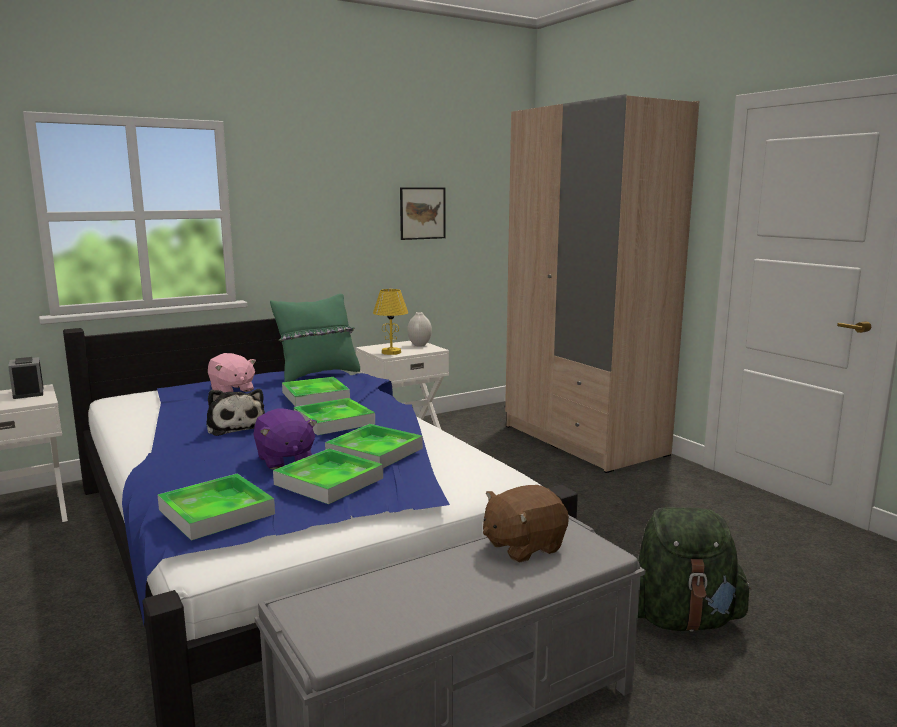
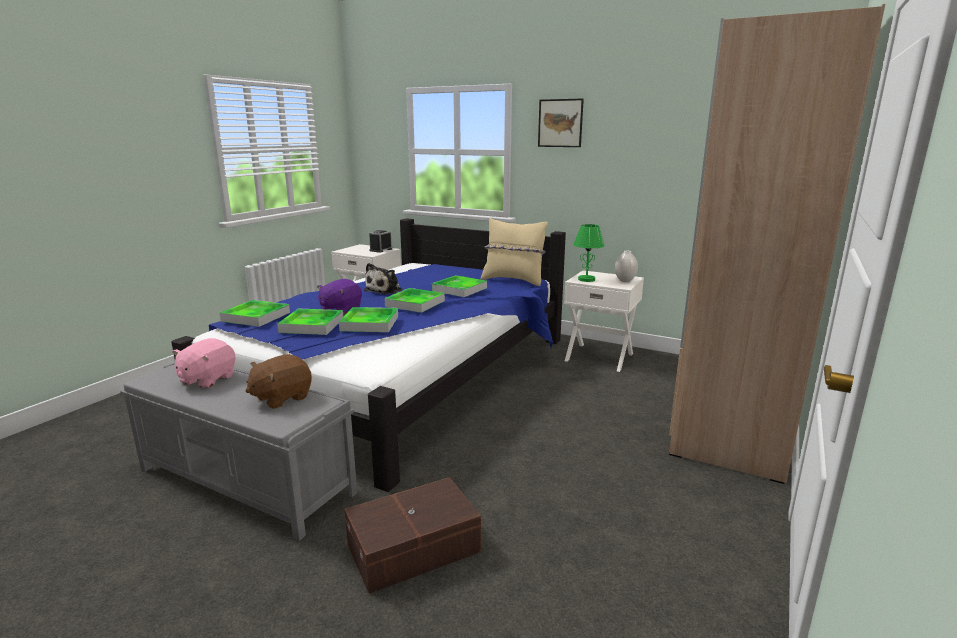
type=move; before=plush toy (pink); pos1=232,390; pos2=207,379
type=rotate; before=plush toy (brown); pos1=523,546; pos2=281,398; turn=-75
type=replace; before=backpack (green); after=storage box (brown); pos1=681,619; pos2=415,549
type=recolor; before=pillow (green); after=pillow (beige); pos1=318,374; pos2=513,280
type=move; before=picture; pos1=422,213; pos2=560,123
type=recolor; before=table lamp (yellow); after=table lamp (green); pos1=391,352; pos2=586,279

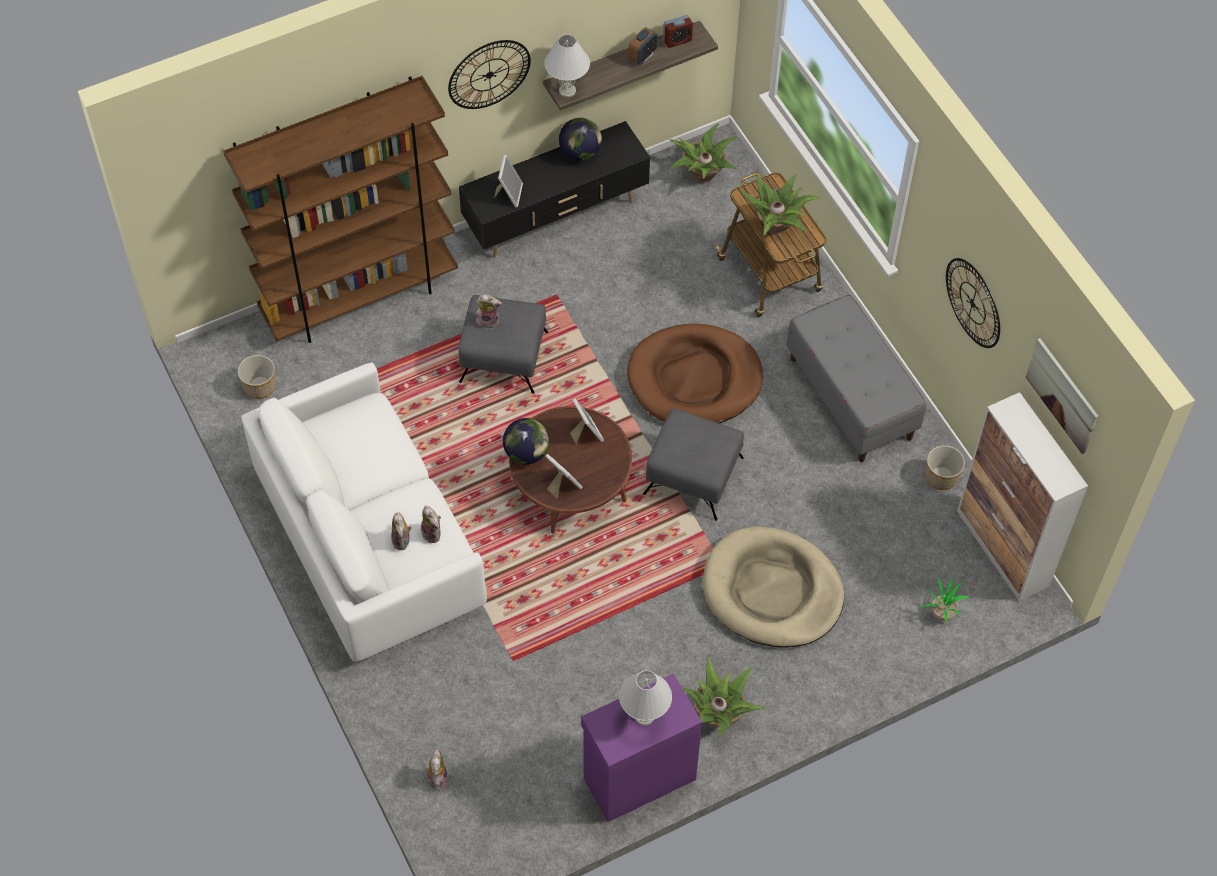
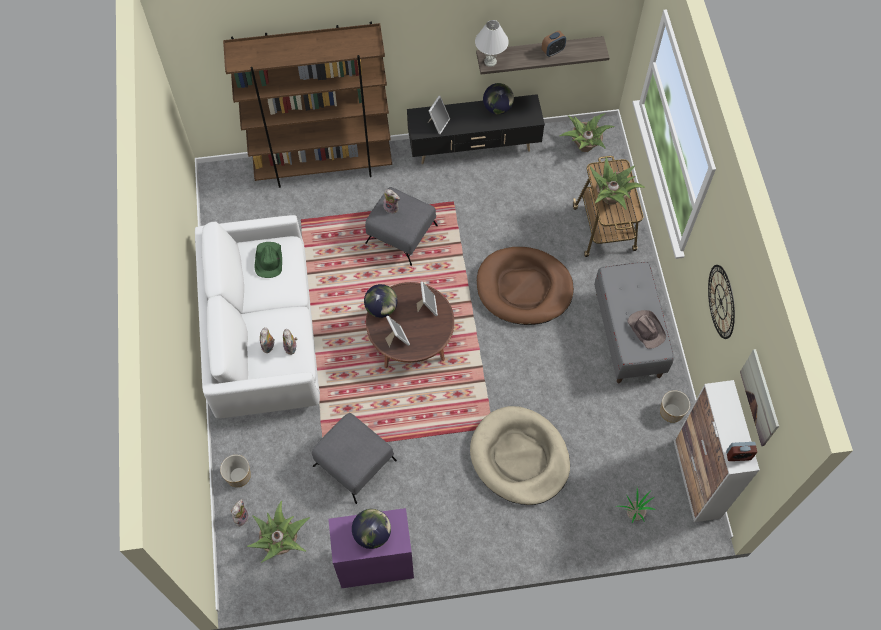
type=move; before=planter; pos1=259,386; pos2=238,475
type=move; before=potted plant; pos1=718,715; pos2=281,541
type=insert; after=hat (green); pos2=269,260
type=move; before=ottoman (grey); pos1=692,475; pos2=354,462
type=replace; before=table lamp (white); after=globe; pos1=644,716; pos2=372,533
type=insert; after=hat (brown); pos2=646,329
type=move; before=alarm clock; pos1=677,40; pos2=738,455
type=delete; before=wall clock; pos1=489,74

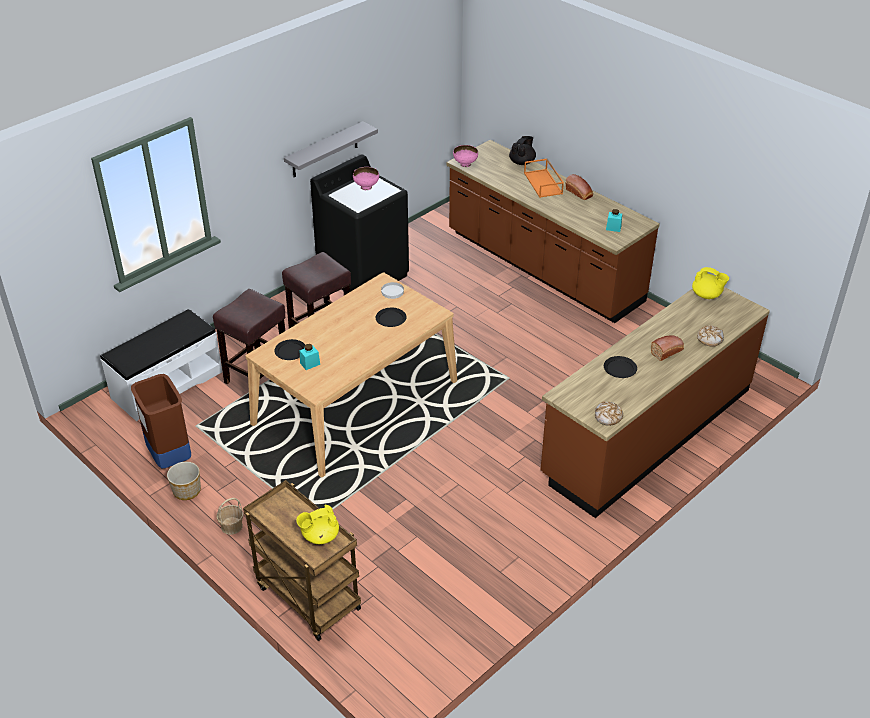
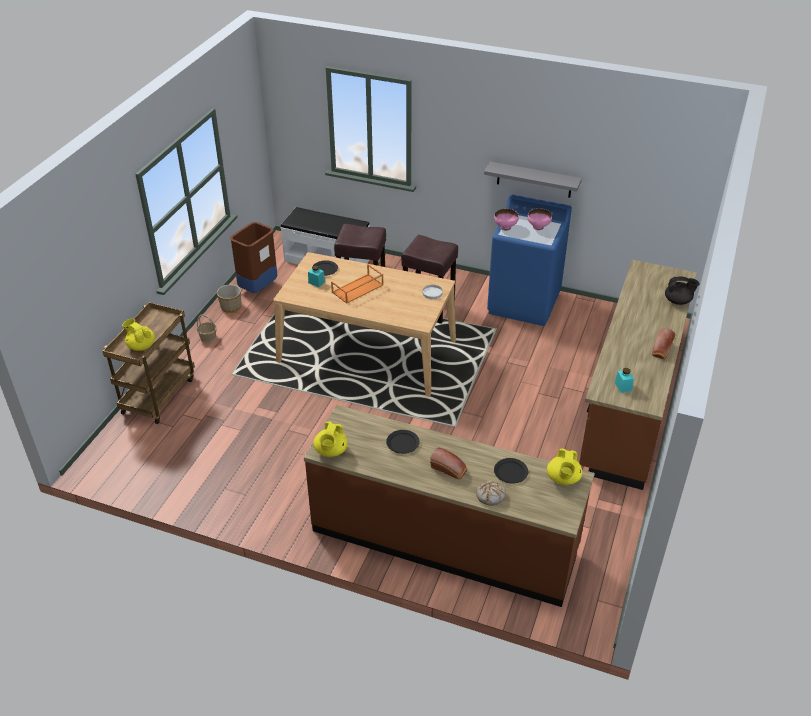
type=replace; before=bread; after=teapot (yellow); pos1=608,417; pos2=330,451
type=move; before=tray (orange); pos1=543,183; pos2=357,289
type=recolor; before=washing machine (black); after=washing machine (blue); pos1=364,274; pos2=524,303
type=move; before=bowl (pink); pos1=465,164; pos2=505,227
type=move; before=plate (black); pos1=391,318; pos2=511,472

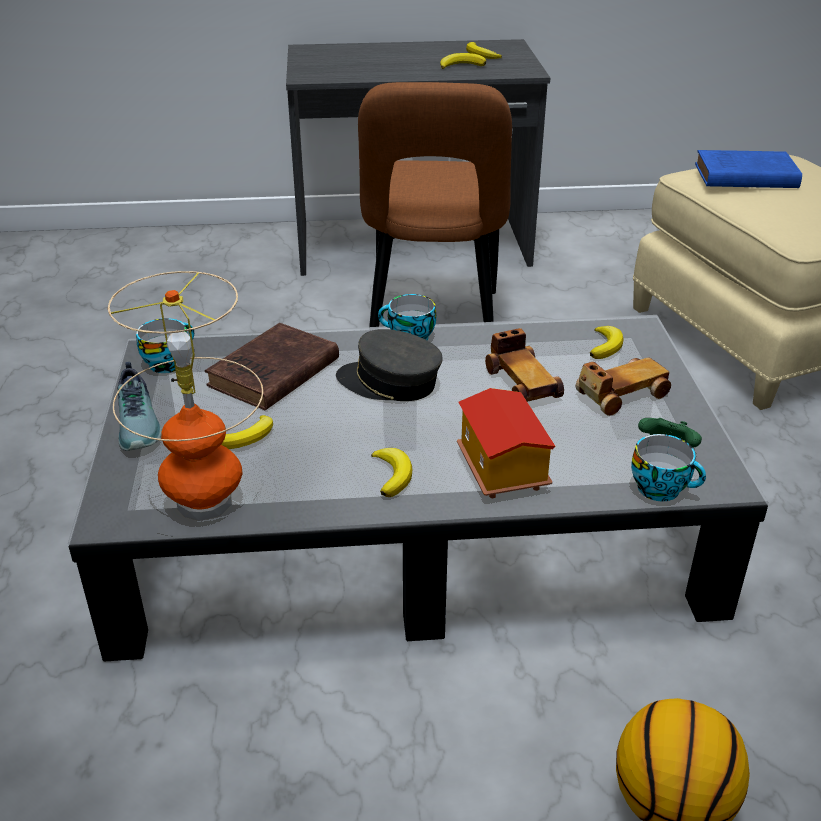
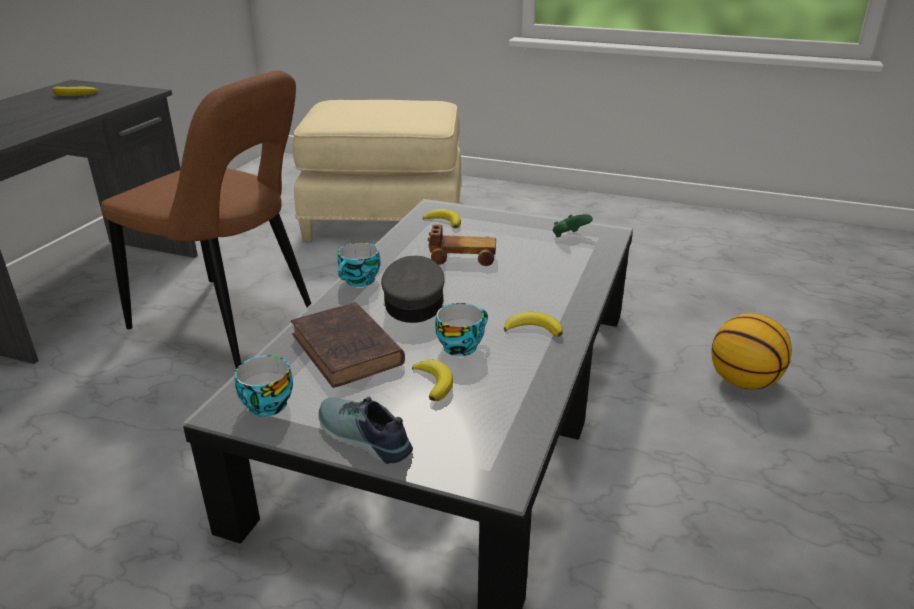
type=rotate; before=shoe; pos1=140,424; pos2=362,438; turn=-150
type=rotate; before=cap (grey); pos1=389,382; pos2=414,303; turn=135
type=move; before=cup; pos1=662,488; pos2=461,345
type=delete; before=table lamp; pos1=203,502
type=delete; before=banana; pos1=461,65
type=delete; before=toy house; pos1=500,470
type=delete; before=toy car; pos1=620,395
type=delete; before=book (blue); pos1=742,176

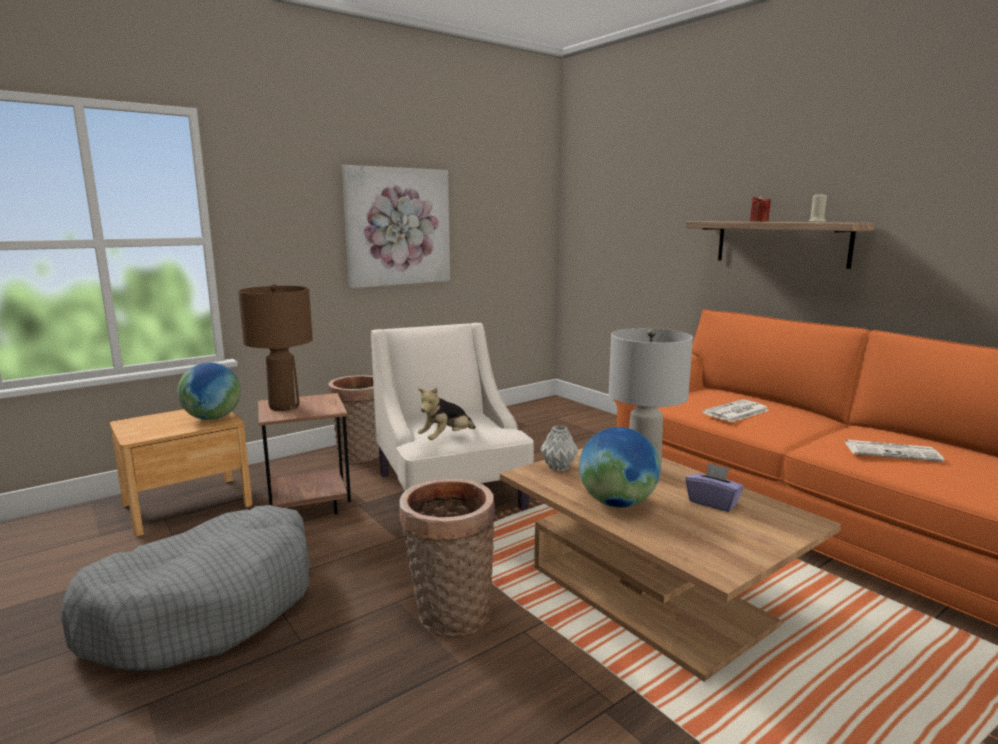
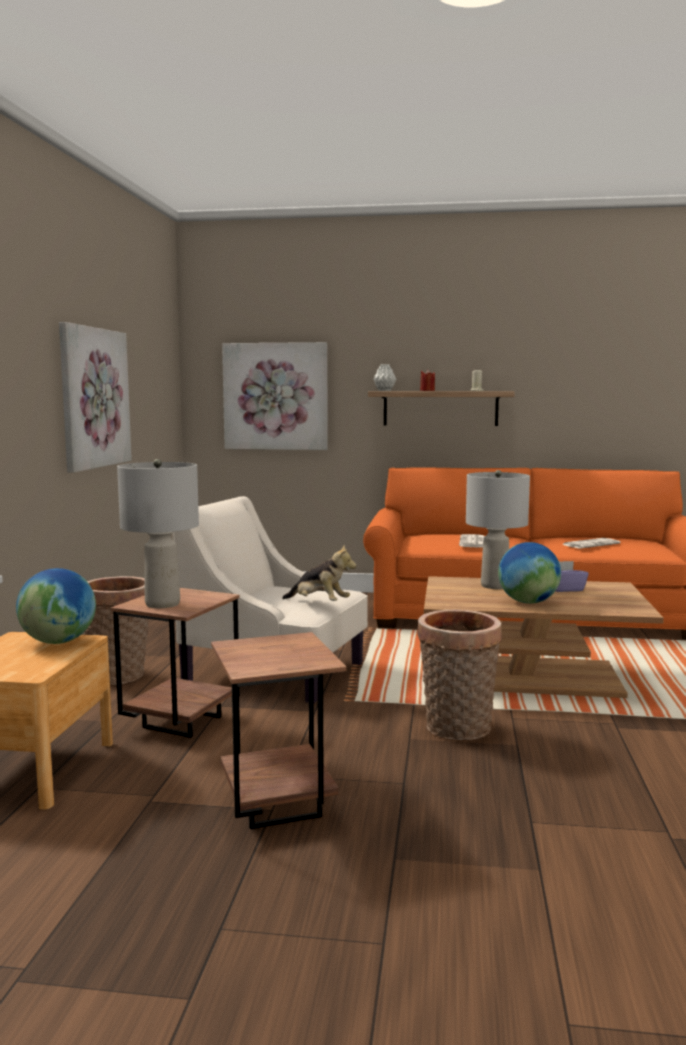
type=recolor; before=table lamp (brown); after=table lamp (grey); pos1=283,406; pos2=162,604
type=replace; before=dog bed (grey); after=side table (brown); pos1=206,606; pos2=280,805
type=insert; after=picture; pos2=275,396
type=rotate; before=plush toy; pos1=446,438; pos2=319,603; turn=-60
type=move; before=vase (grey); pos1=559,468; pos2=385,391

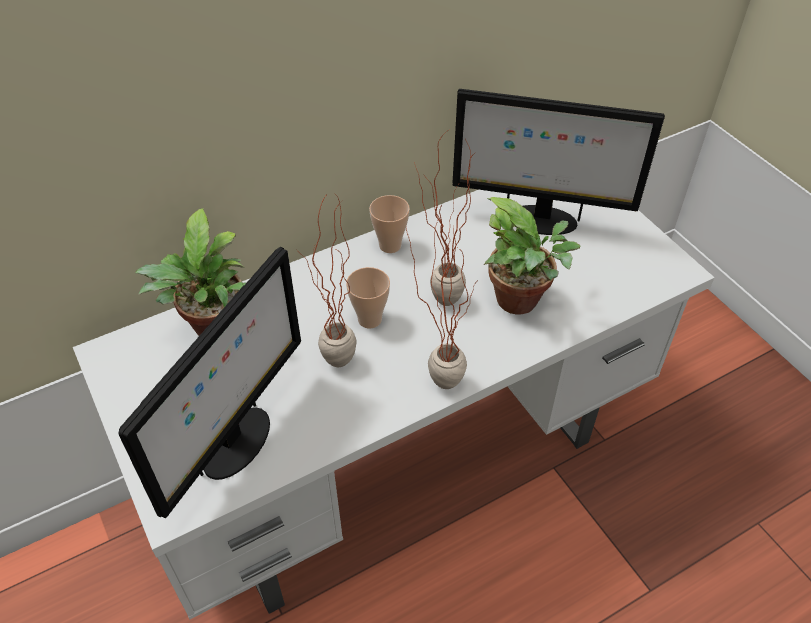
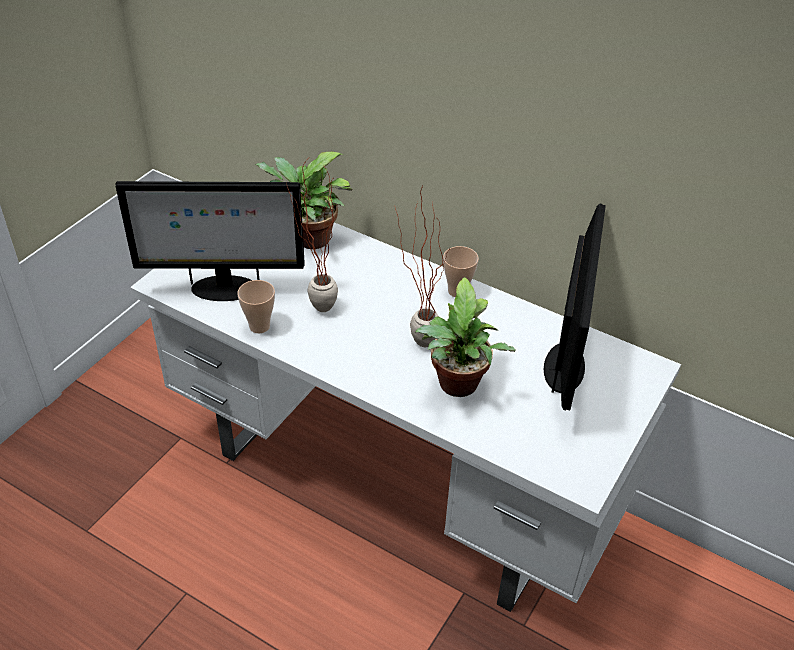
type=move; before=cup; pos1=369,319; pos2=259,326
type=rotate; before=monitor; pos1=539,220; pos2=565,368; turn=-150
type=delete; before=potted plant; pos1=437,376

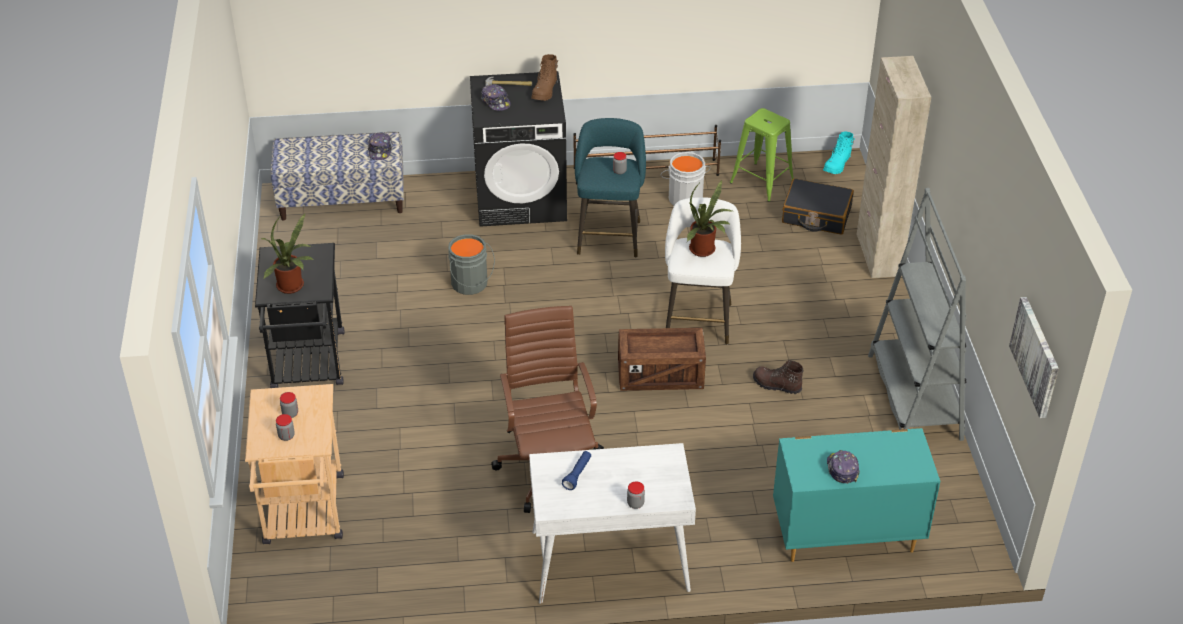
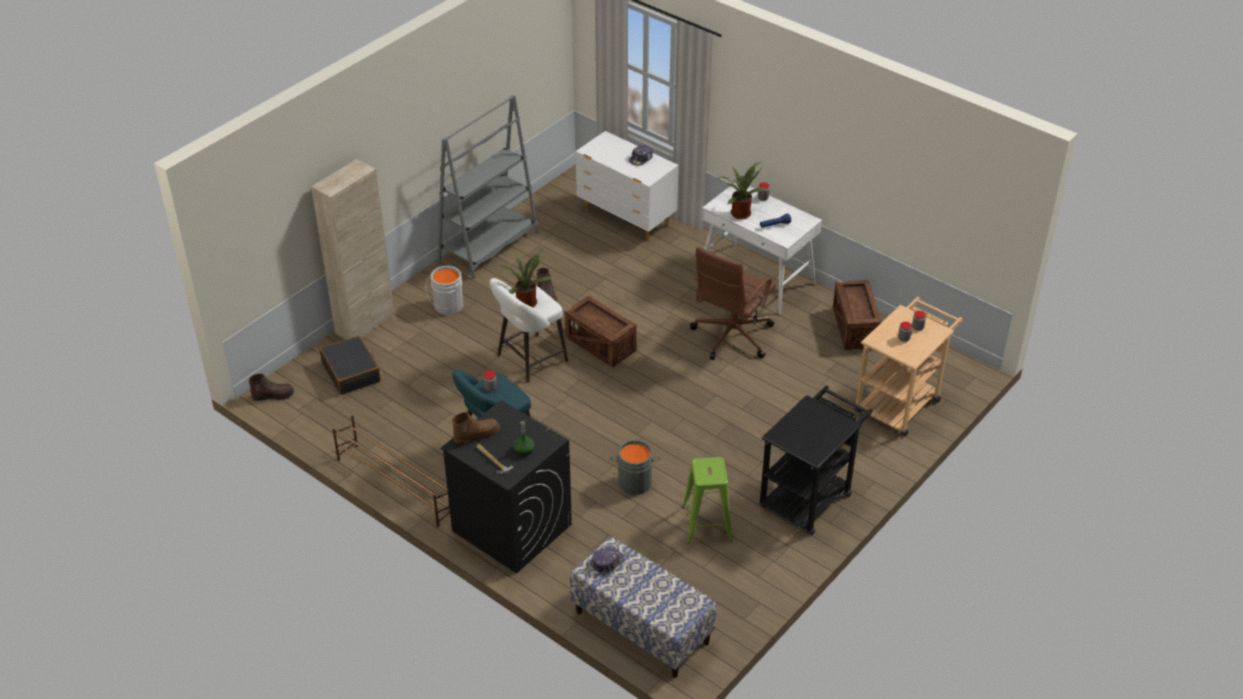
type=recolor; before=boot (turquoise); after=boot (brown); pos1=837,164; pos2=273,395
type=move; before=bucket (grey); pos1=685,197; pos2=447,306
type=replace; before=cap; after=bottle (green); pos1=496,102; pos2=524,450
type=recolor; before=dresser (turquoise); after=dresser (white); pos1=845,536; pos2=627,219
type=move; before=stool (green); pos1=761,182; pos2=706,524
type=move; before=potted plant; pos1=292,287; pos2=740,212
type=insert; after=crate; pos2=855,328
type=delete; before=picture; pos1=1036,356

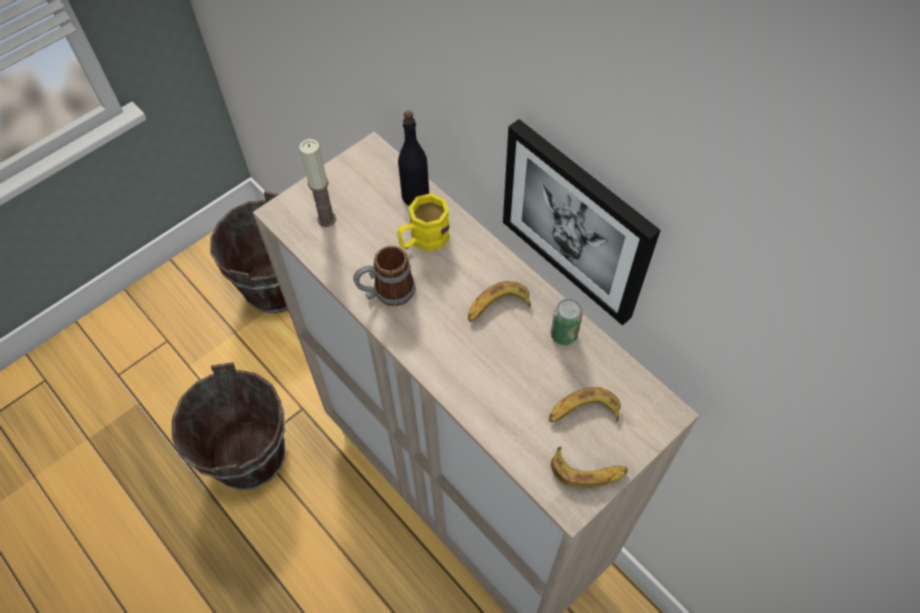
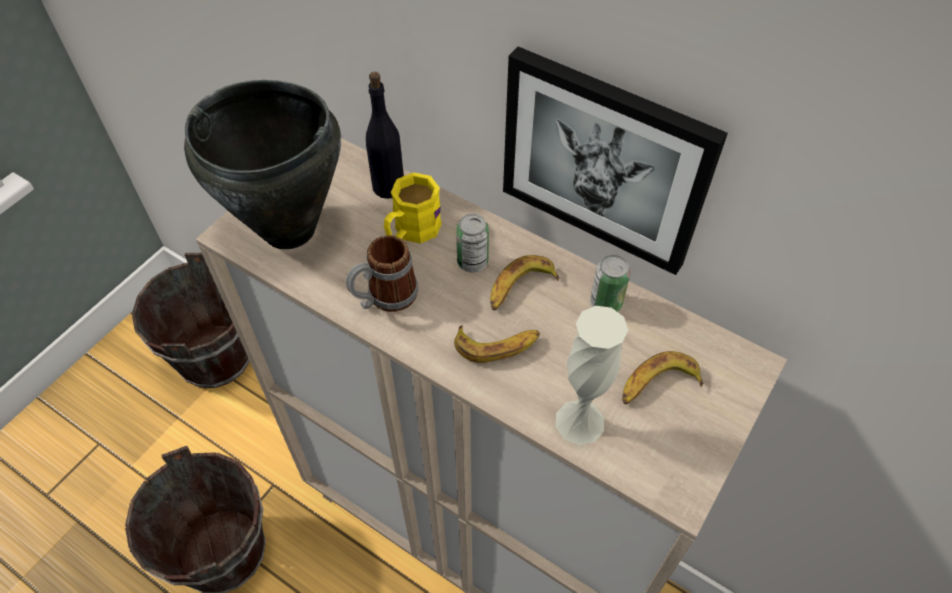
type=replace; before=candle; after=cooking pot (black); pos1=326,219; pos2=289,230
type=move; before=banana; pos1=588,471; pos2=497,345
type=insert; after=can; pos2=472,262
type=insert; after=vase (white); pos2=579,422

